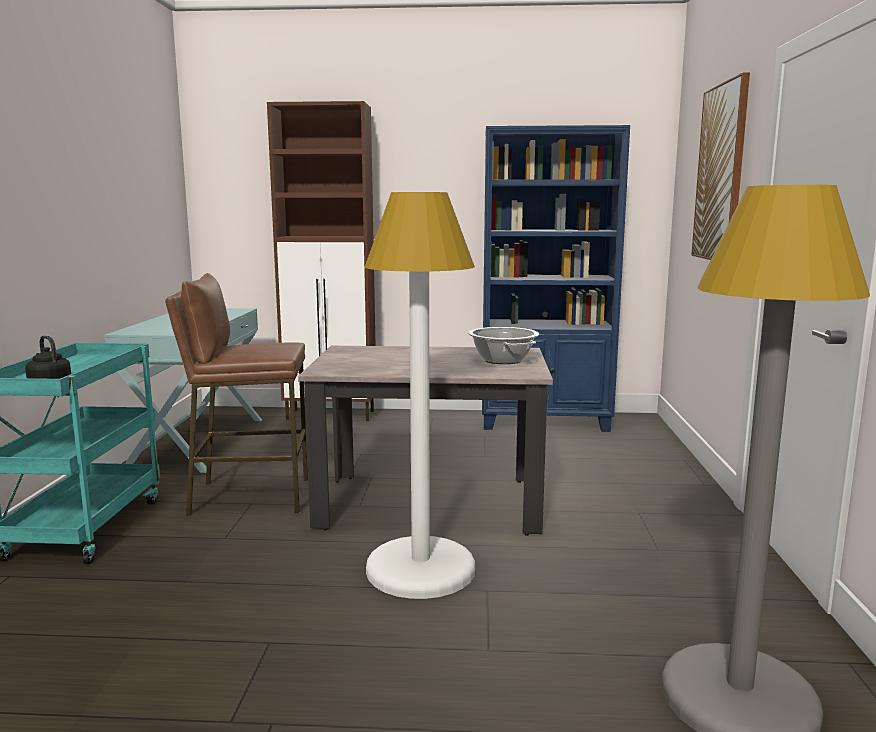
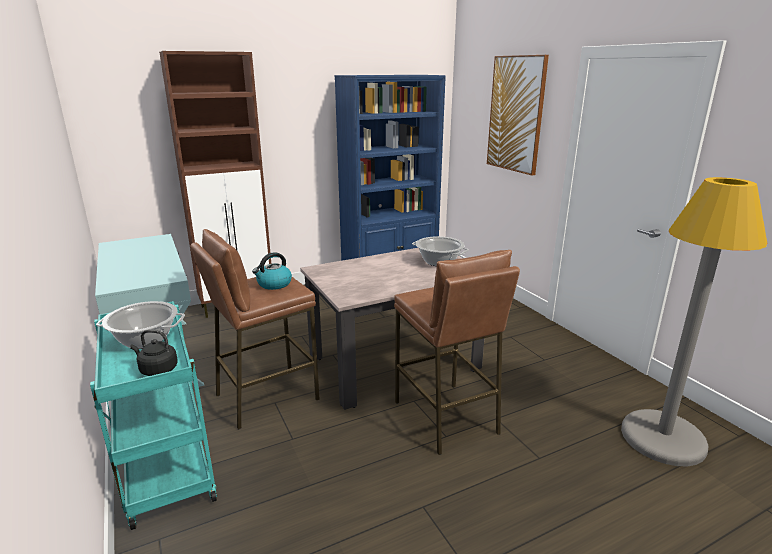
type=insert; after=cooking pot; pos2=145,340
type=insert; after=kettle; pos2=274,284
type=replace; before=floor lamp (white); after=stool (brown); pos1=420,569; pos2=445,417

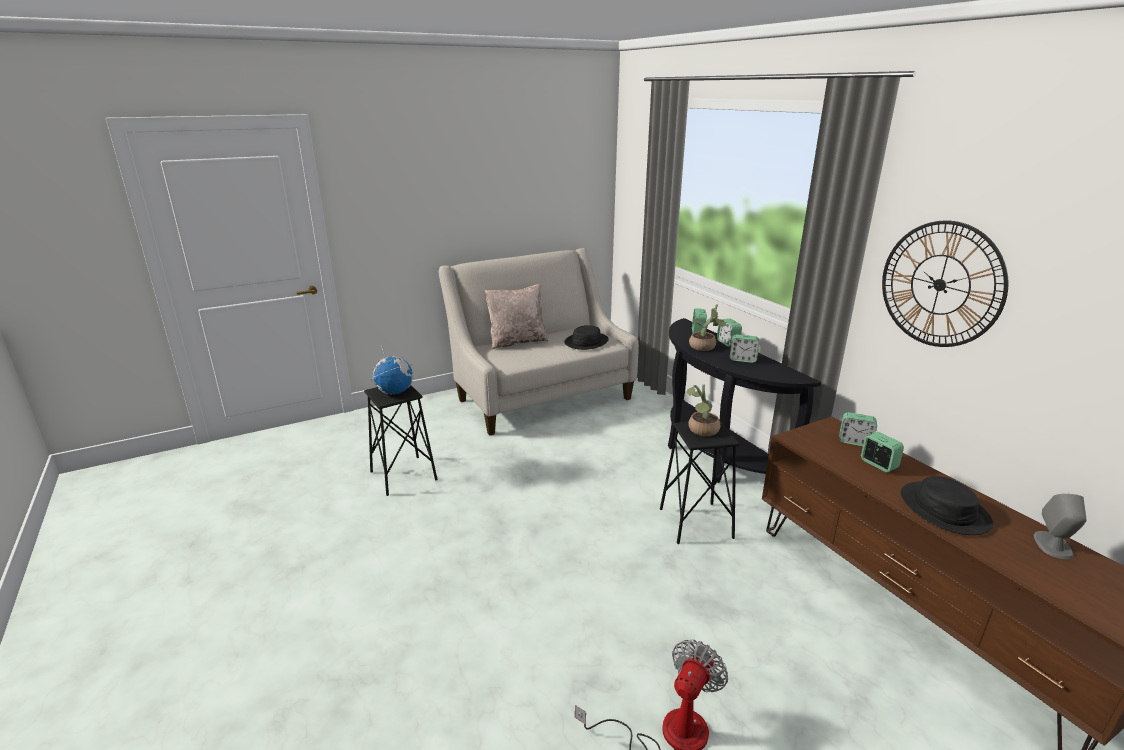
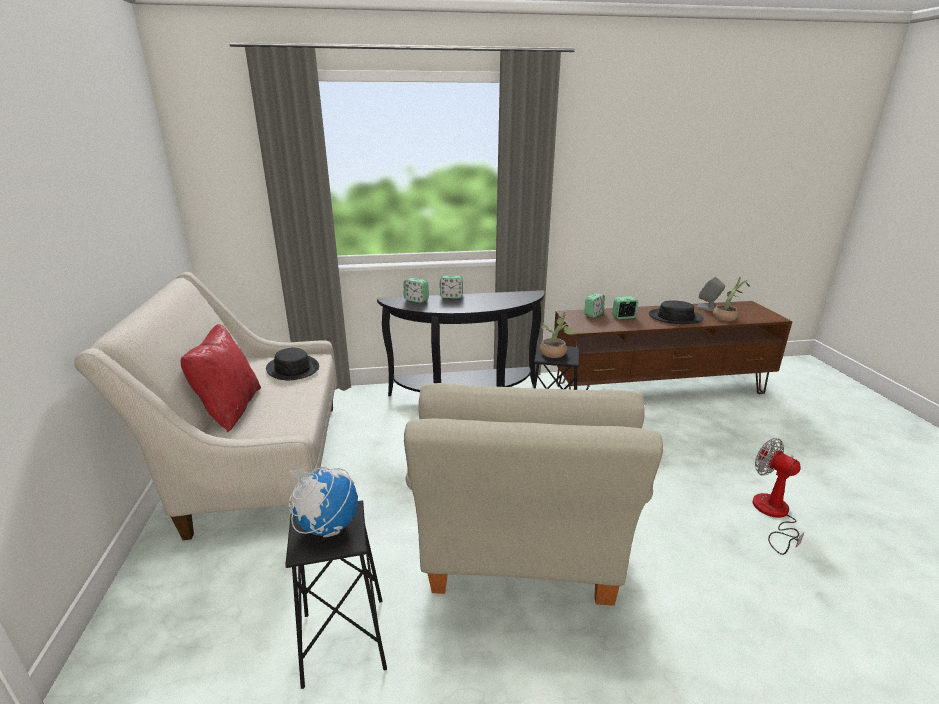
type=recolor; before=pillow (beige); after=pillow (red); pos1=517,341; pos2=230,409
type=insert; after=armchair (beige); pos2=519,544
type=move; before=potted plant; pos1=704,347; pos2=727,317
type=delete; before=alarm clock; pos1=742,359
type=delete; before=wall clock; pos1=940,284

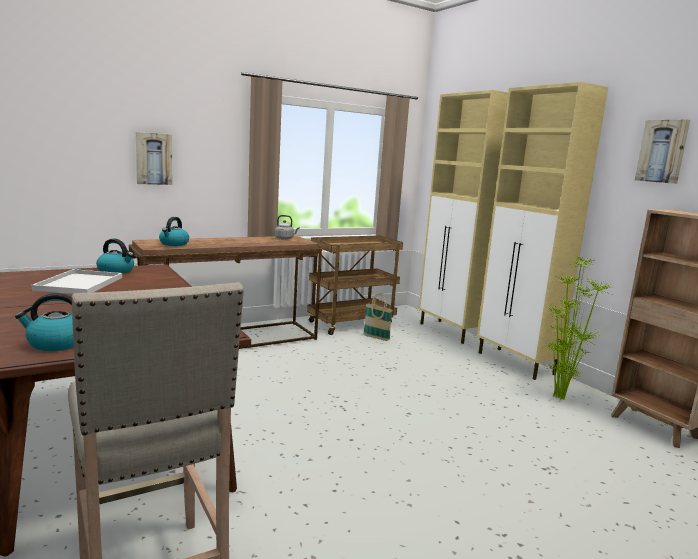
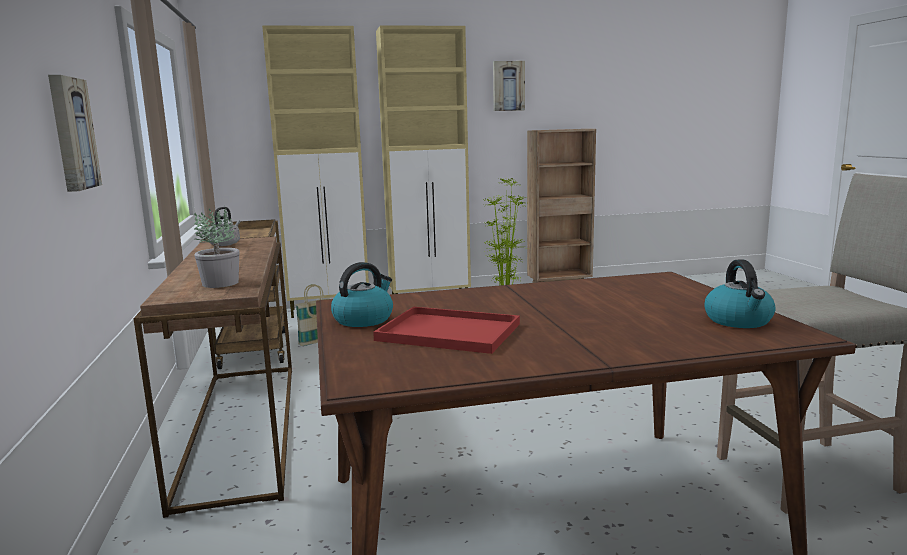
type=replace; before=kettle; after=potted plant; pos1=174,244; pos2=220,283
type=recolor; before=tray (white); after=tray (red); pos1=79,284; pos2=452,332

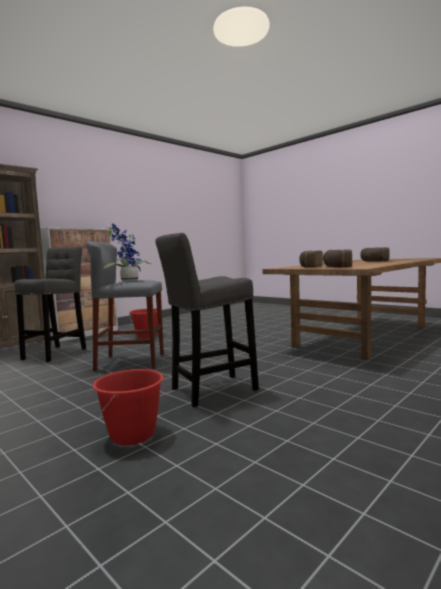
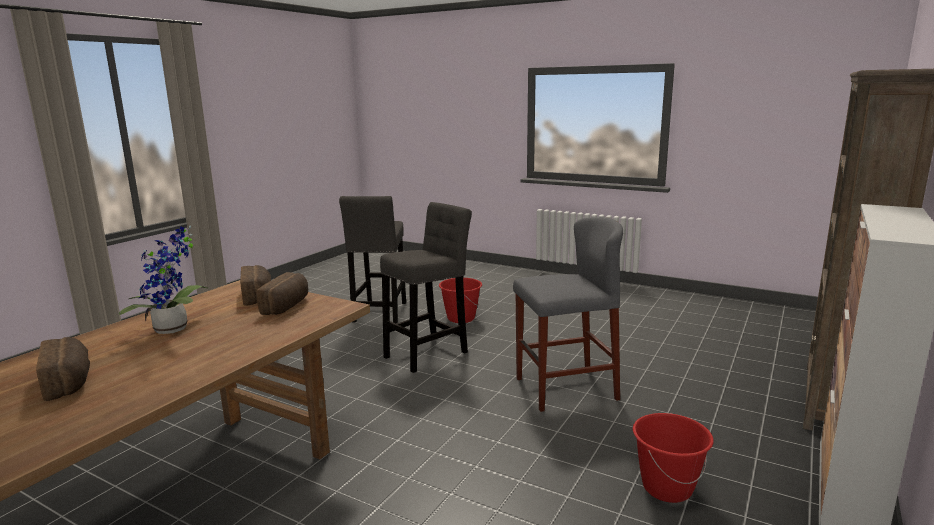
type=move; before=potted plant; pos1=128,281; pos2=174,329
type=move; before=stool (grey); pos1=57,353; pos2=379,313

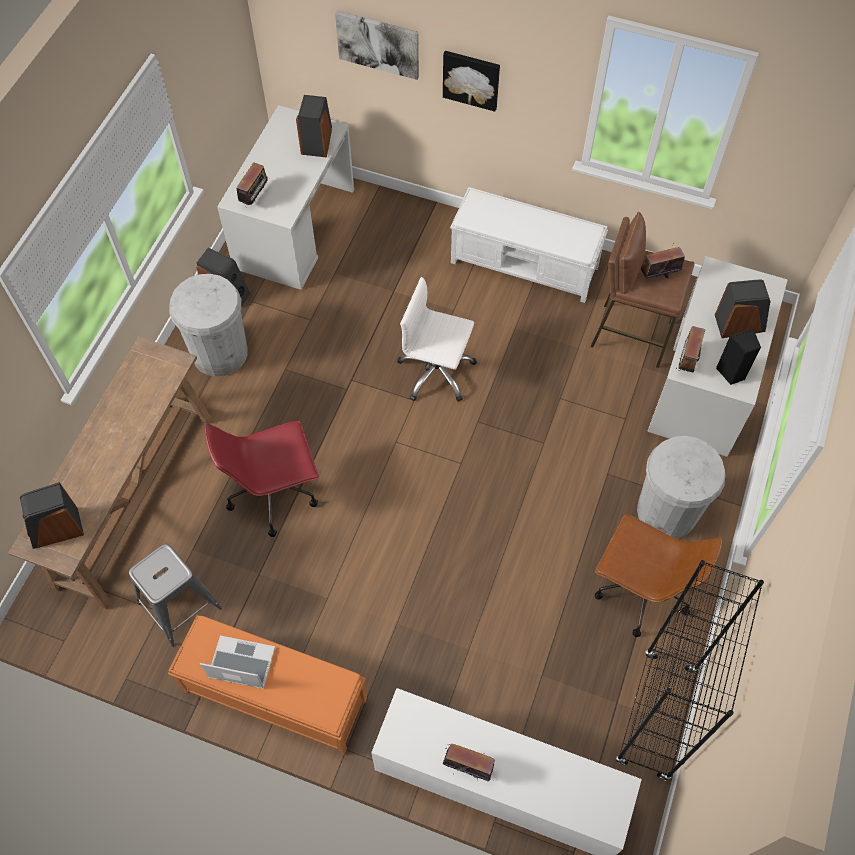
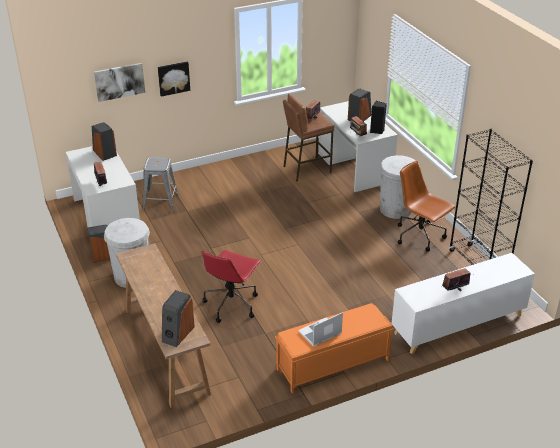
type=move; before=stool (grey); pos1=180,605; pos2=160,202
type=rotate; before=office chair (brown); pos1=640,591; pos2=420,236; turn=-120
type=delete; before=office chair (white); pos1=436,372
type=delete; before=bench (white); pos1=525,265

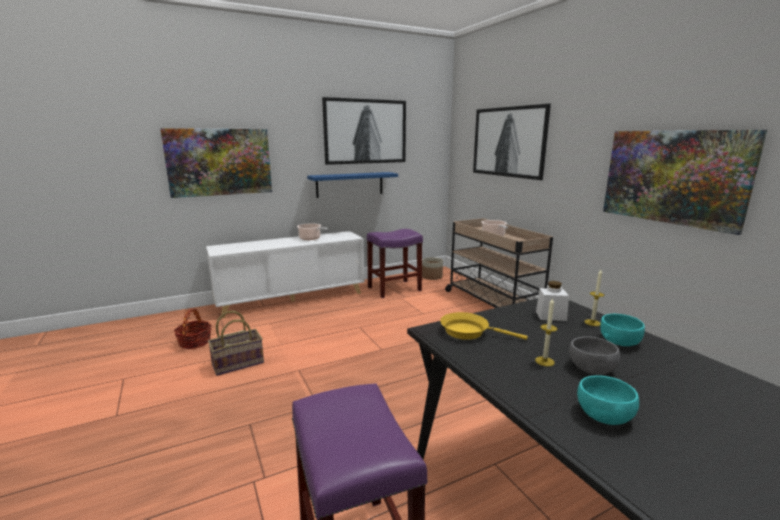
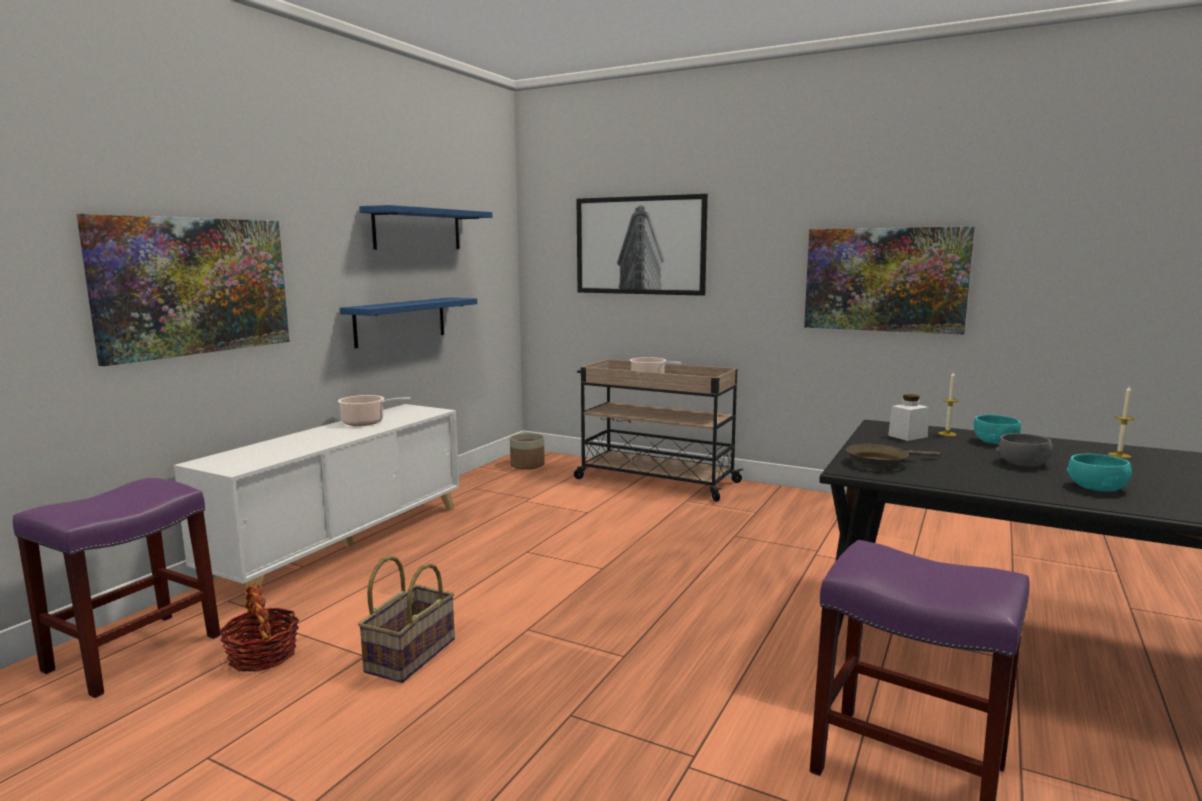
type=move; before=stool (purple); pos1=394,289; pos2=135,652
type=replace; before=picture; after=shelf (blue); pos1=365,131; pos2=417,229
type=recolor; before=frying pan (yellow); after=frying pan (brown); pos1=468,332; pos2=881,463
type=move; before=candle; pos1=544,361; pos2=1119,455

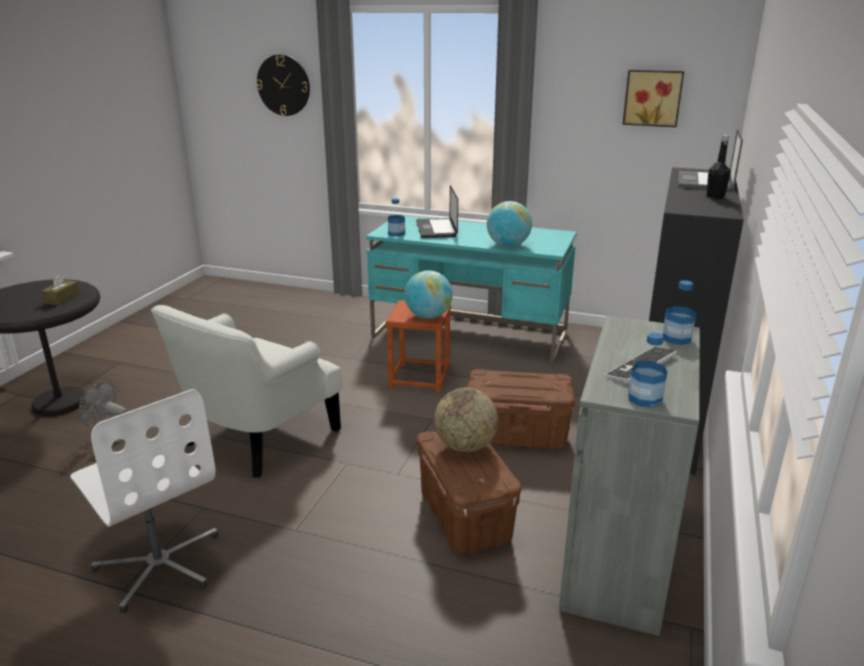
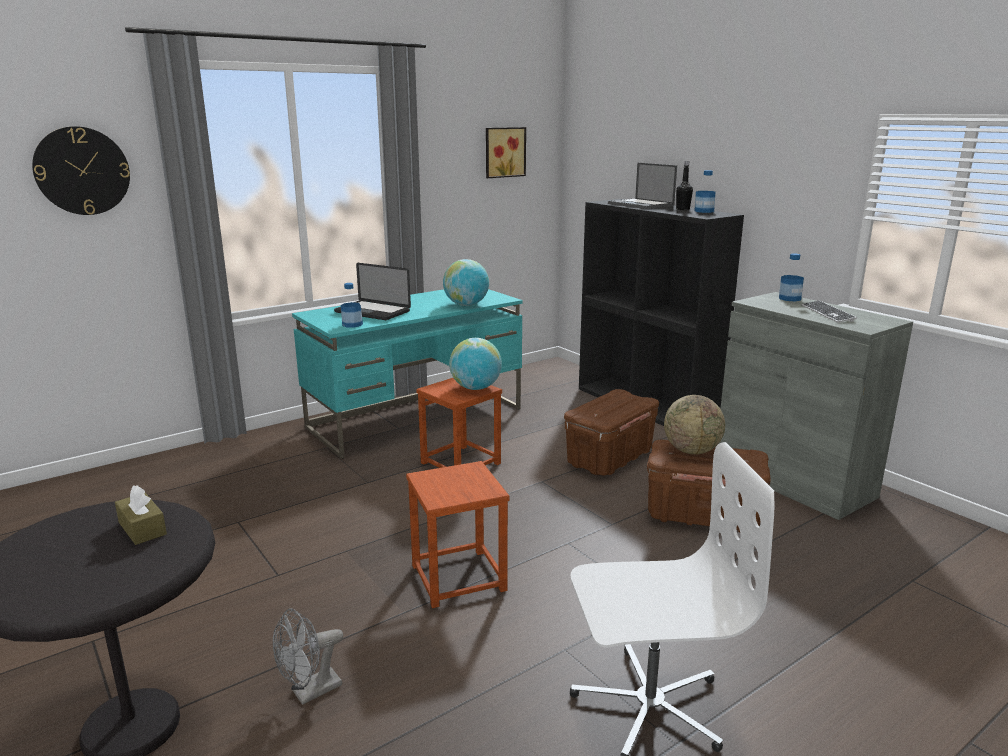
type=replace; before=armchair (white); after=stool (brown); pos1=258,437; pos2=458,578
type=move; before=bottle; pos1=644,398; pos2=704,211

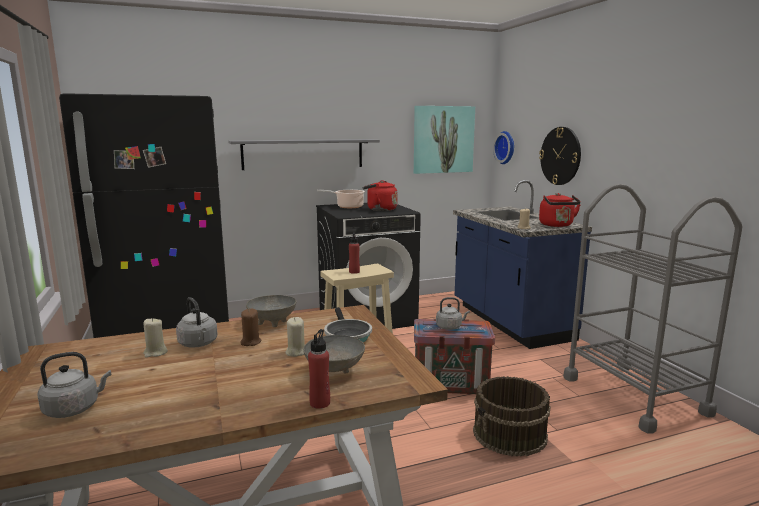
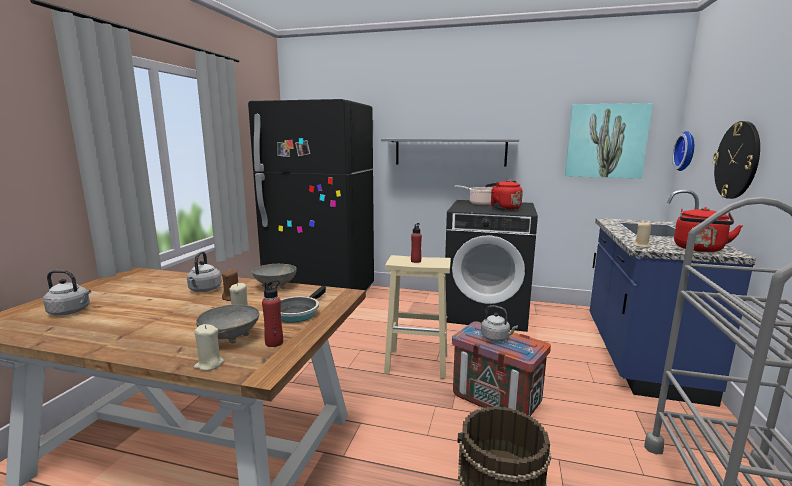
type=move; before=candle (beige); pos1=155,353; pos2=209,364
type=move; before=bottle (red); pos1=320,403; pos2=274,342

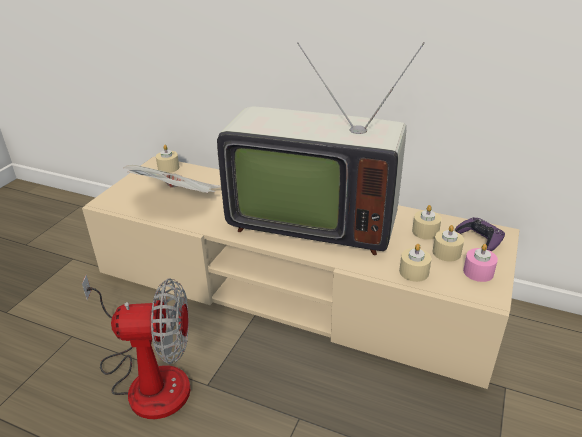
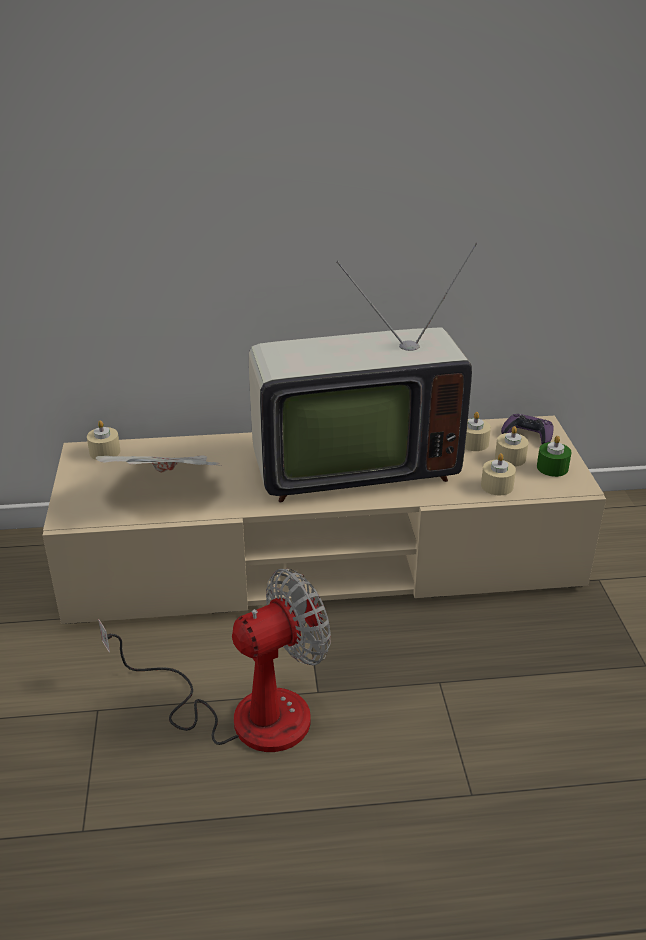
type=recolor; before=candle (pink); after=candle (green); pos1=478,272; pos2=552,467

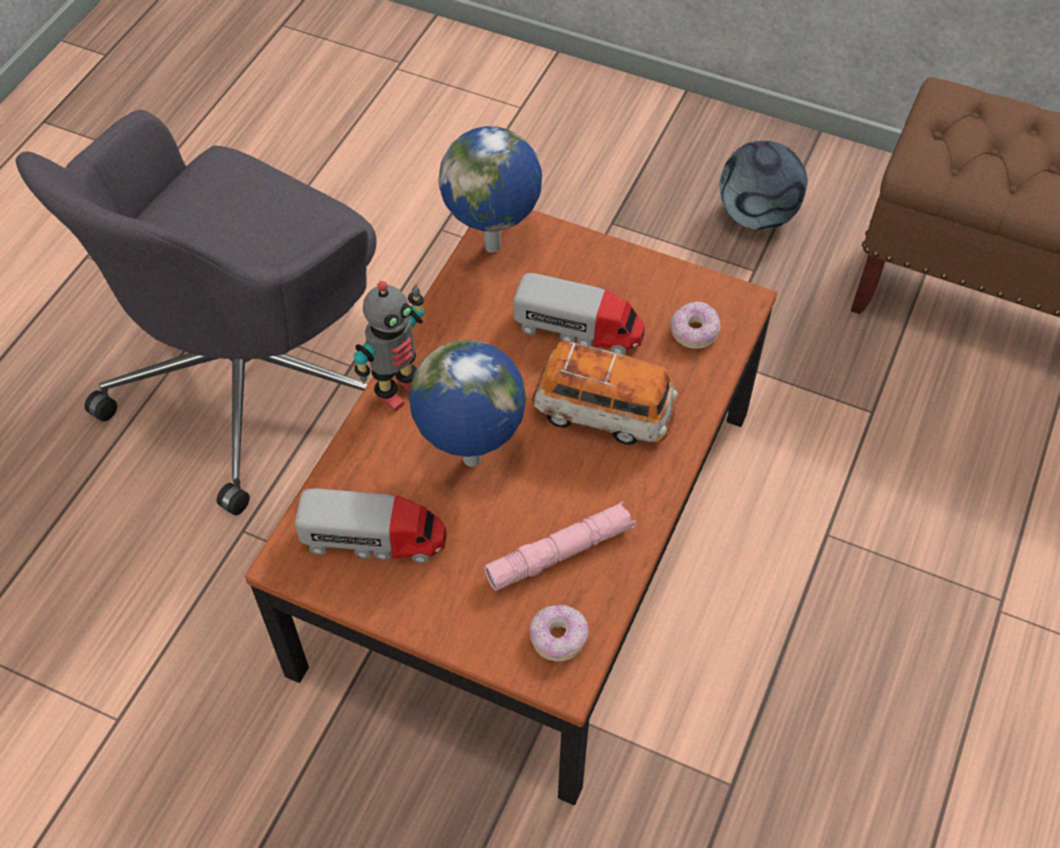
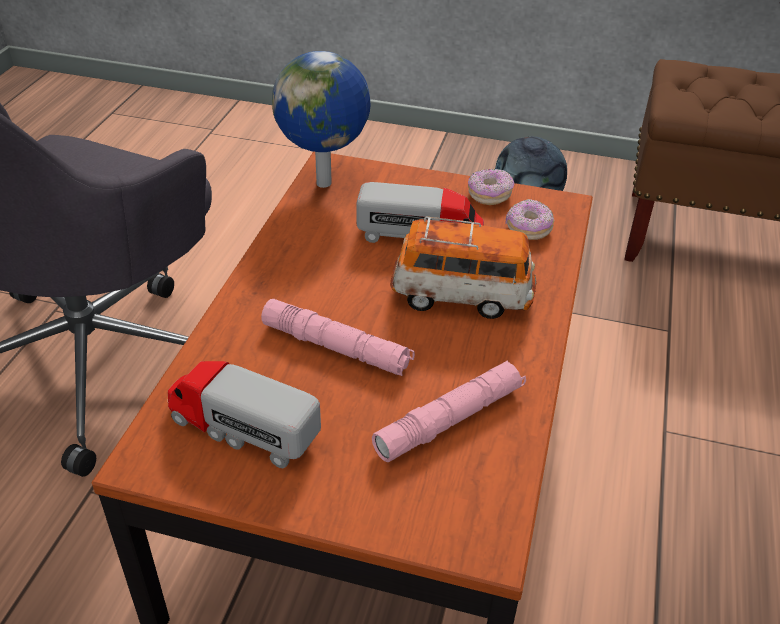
type=rotate; before=toy truck; pos1=375,538; pos2=242,427; turn=-150
type=replace; before=globe; after=flashlight (pink); pos1=471,461; pos2=336,347
type=move; before=donut; pos1=558,638; pos2=489,195
type=delete; before=toy robot; pos1=398,390

